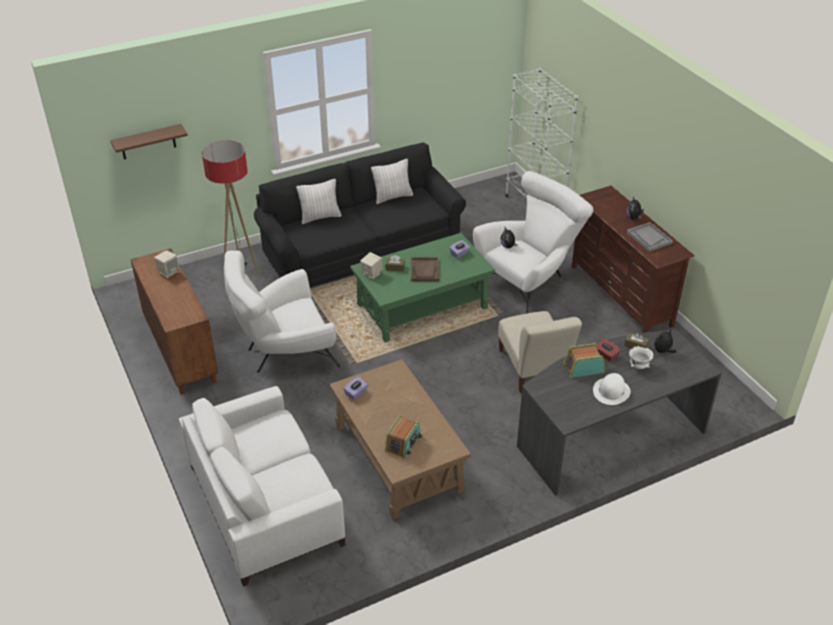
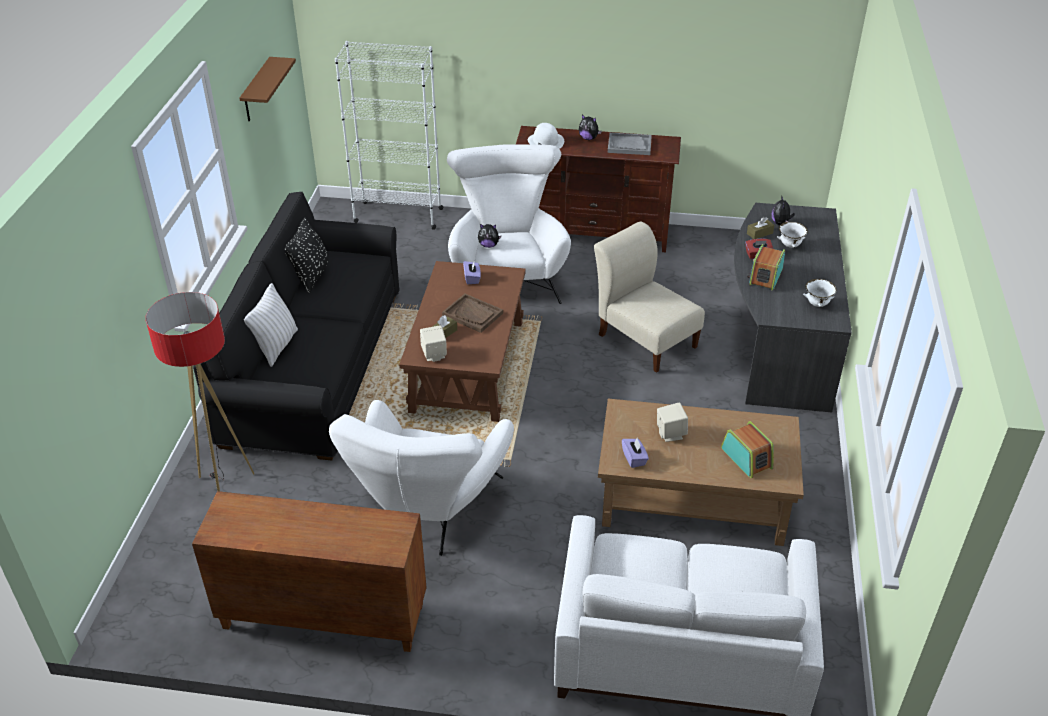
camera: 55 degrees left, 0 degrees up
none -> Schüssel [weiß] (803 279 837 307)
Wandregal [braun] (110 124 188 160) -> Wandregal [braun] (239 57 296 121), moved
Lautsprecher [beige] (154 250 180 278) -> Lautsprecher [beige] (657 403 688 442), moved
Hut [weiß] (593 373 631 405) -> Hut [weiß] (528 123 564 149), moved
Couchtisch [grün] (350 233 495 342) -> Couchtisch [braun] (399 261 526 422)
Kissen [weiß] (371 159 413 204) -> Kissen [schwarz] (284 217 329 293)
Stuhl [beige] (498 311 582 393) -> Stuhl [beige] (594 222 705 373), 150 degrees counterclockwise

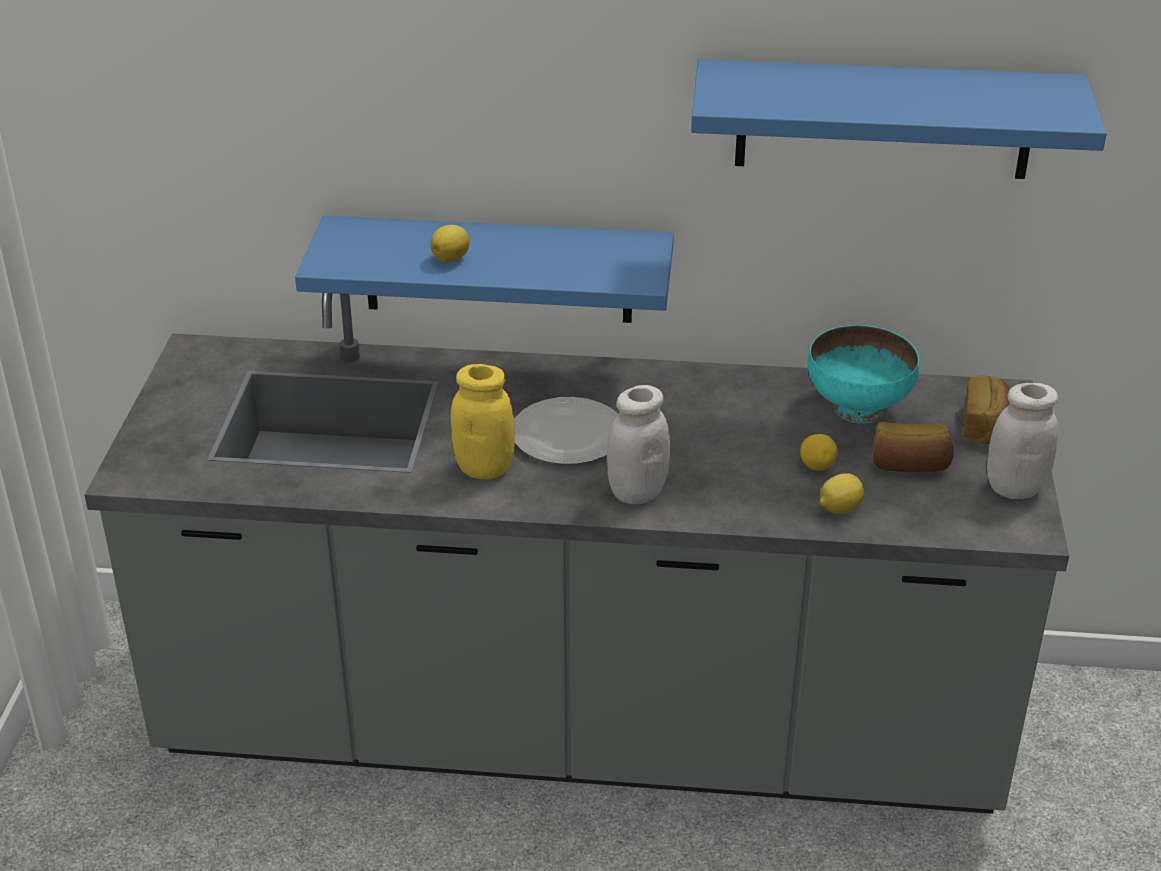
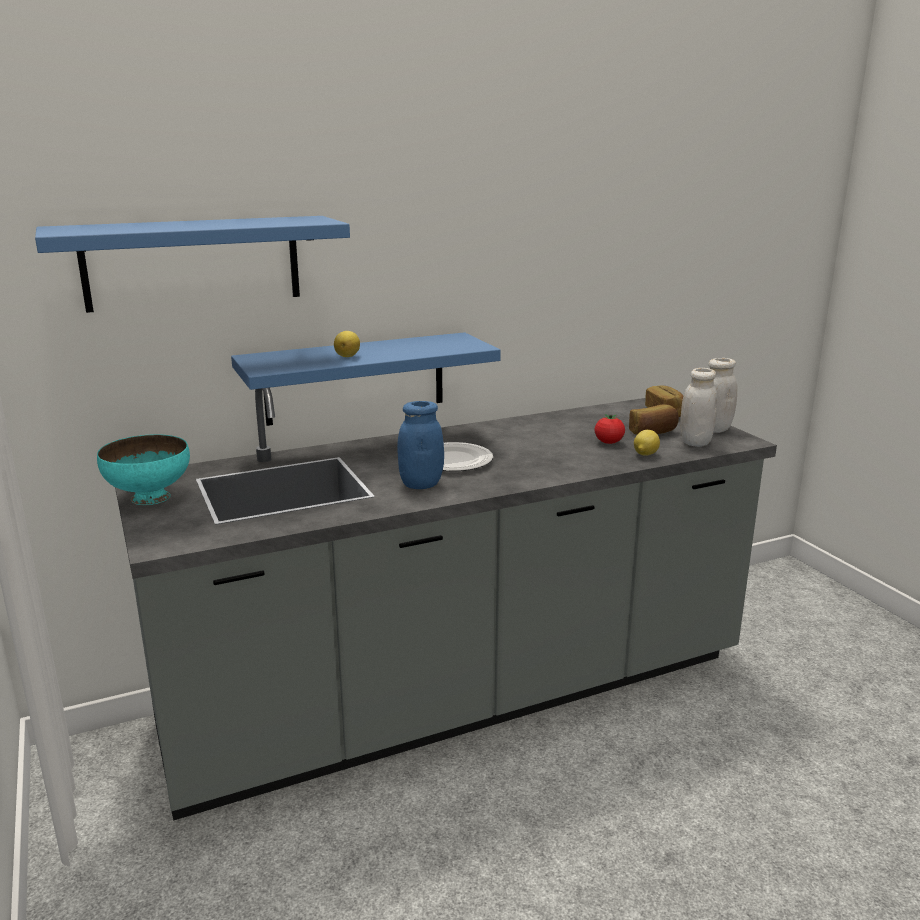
camera: 30 degrees left, 15 degrees down
Vorratsglas [weiß] (607 385 670 504) -> Vorratsglas [weiß] (680 368 717 447), moved
Wandregal [blau] (691 59 1107 179) -> Wandregal [blau] (35 216 350 313), moved
Schüssel [türkis] (808 325 919 423) -> Schüssel [türkis] (97 434 190 505), moved
Zitrone (800 434 838 471) -> Tomate (595 414 625 444)
Vorratsglas [gelb] (451 364 515 479) -> Vorratsglas [blau] (397 401 444 489)

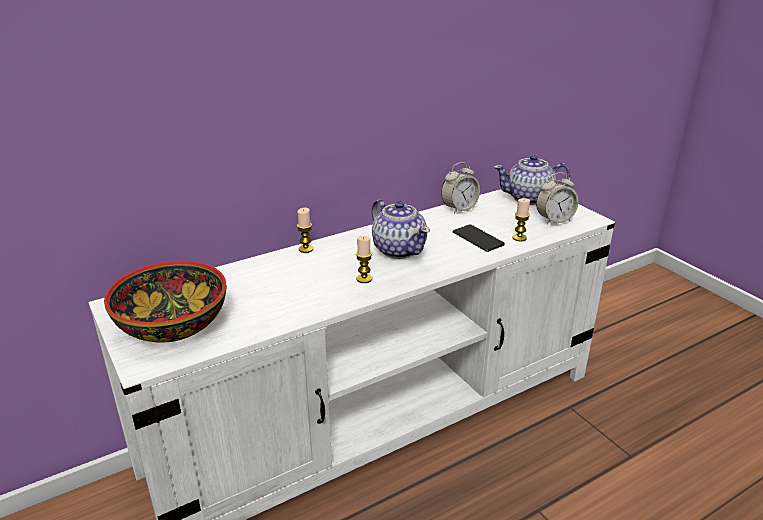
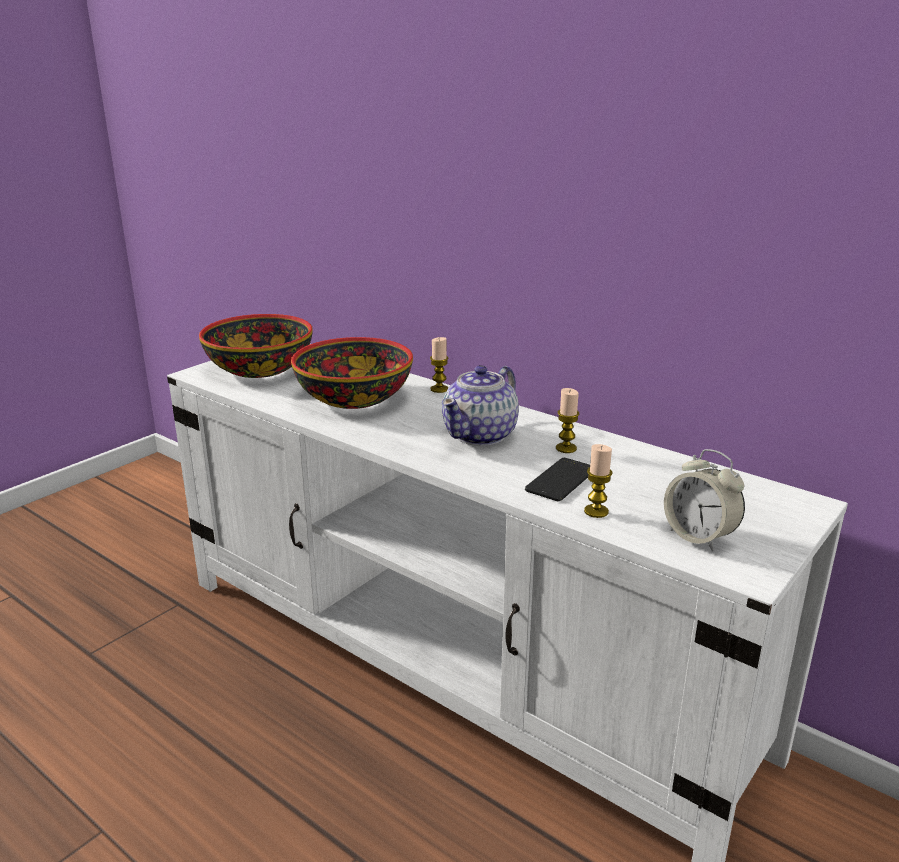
camera: 70 degrees right, 5 degrees down
Wecker (441 162 480 214) -> none
Teekanne (494 155 571 205) -> none
none -> Schüssel (291 337 413 409)
Kerze (356 236 372 283) -> Kerze (556 388 579 453), moved

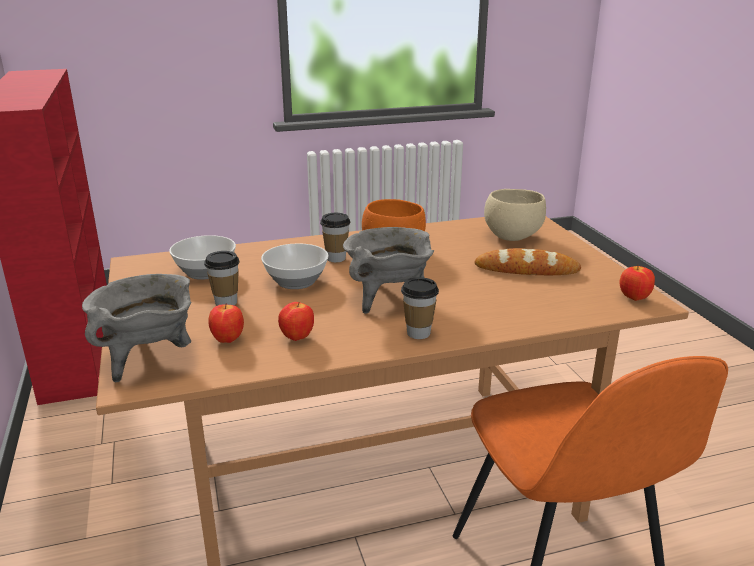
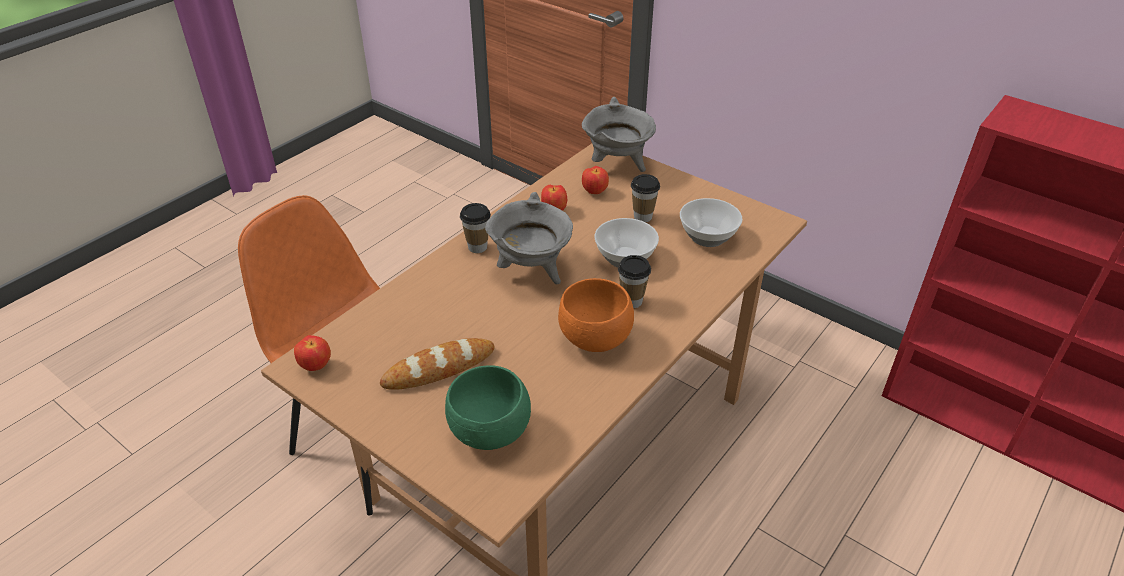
camera: 145 degrees right, 15 degrees up
Schüssel [beige] (484 189 546 241) -> Schüssel [grün] (445 365 531 450)

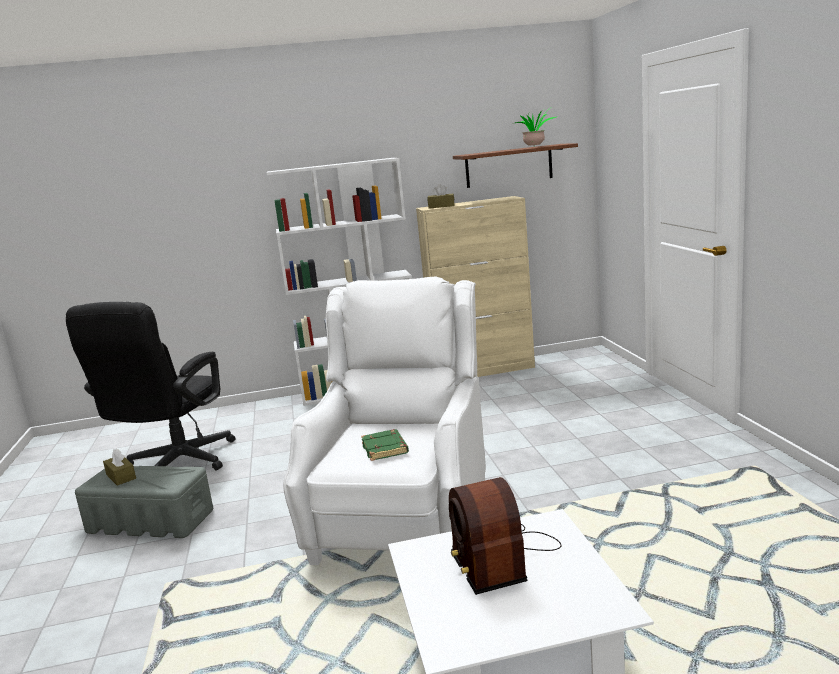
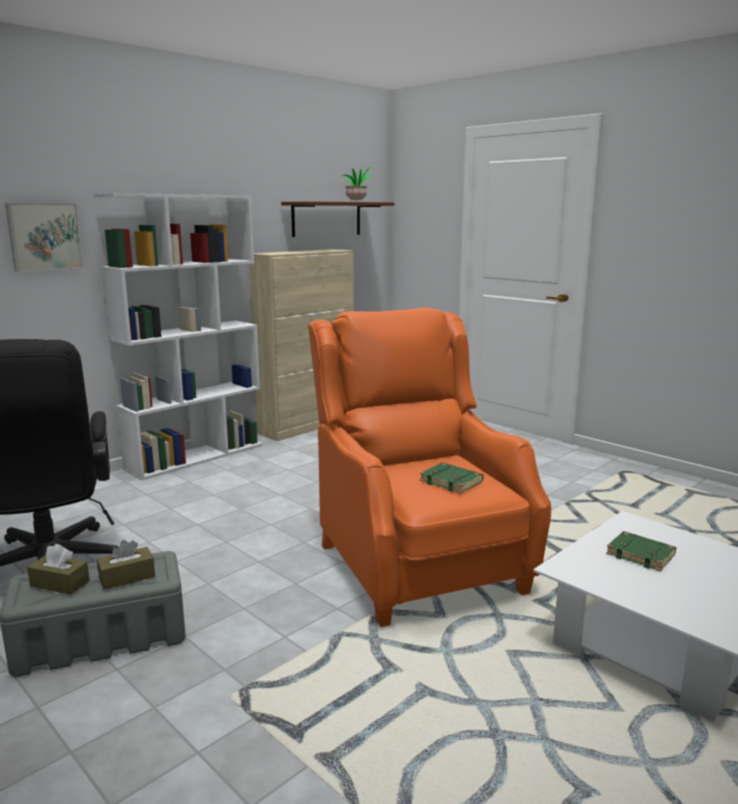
camera: 35 degrees left, 0 degrees up
none -> Bild (5 203 84 272)
Taschentuchbox [braun] (427 184 455 209) -> Taschentuchbox [braun] (97 540 155 590), moved
Radio (449 477 562 595) -> Buch [grün] (606 531 676 571)
Sessel [weiß] (283 276 486 565) -> Sessel [orange] (307 307 551 627)

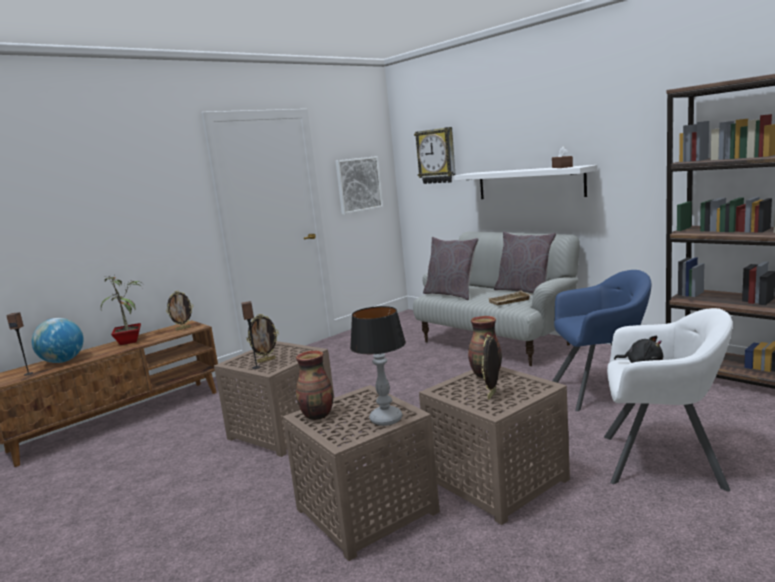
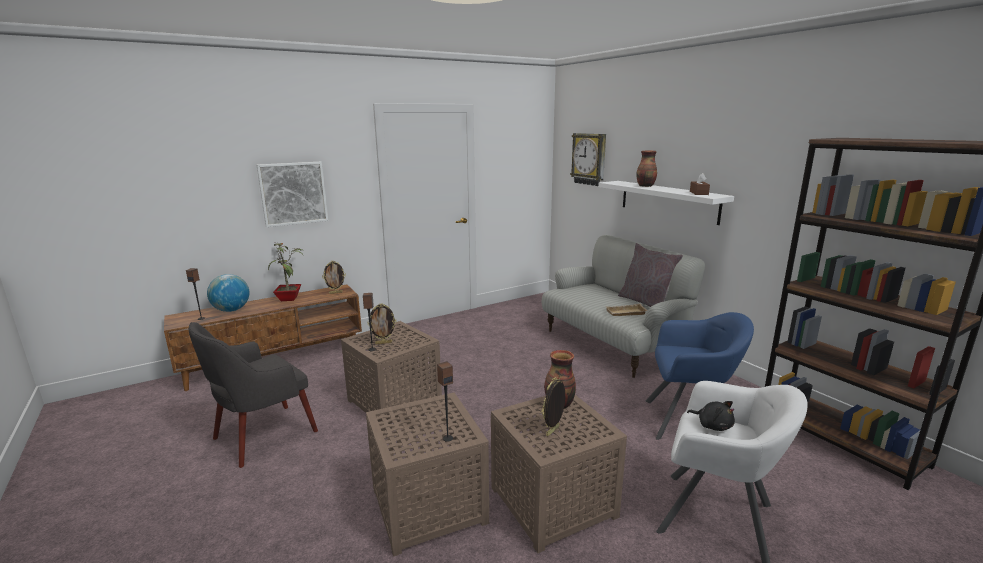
camera: 10 degrees right, 5 degrees up
Kissen [grau] (423 237 479 300) -> none
none -> Sessel [grau] (189 322 318 468)
Vase (296 351 333 420) -> Vase (636 151 657 187), moved
Bild (336 156 383 214) -> Bild (257 162 328 227), moved
Tischlampe (350 306 406 426) -> Lautsprecher (437 361 453 442)

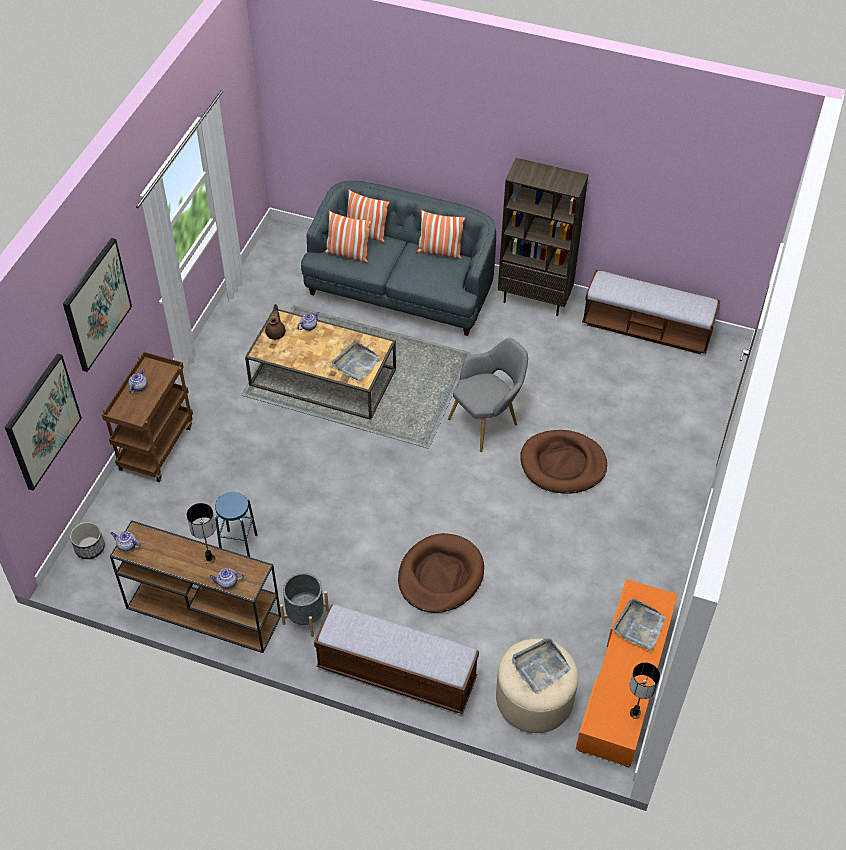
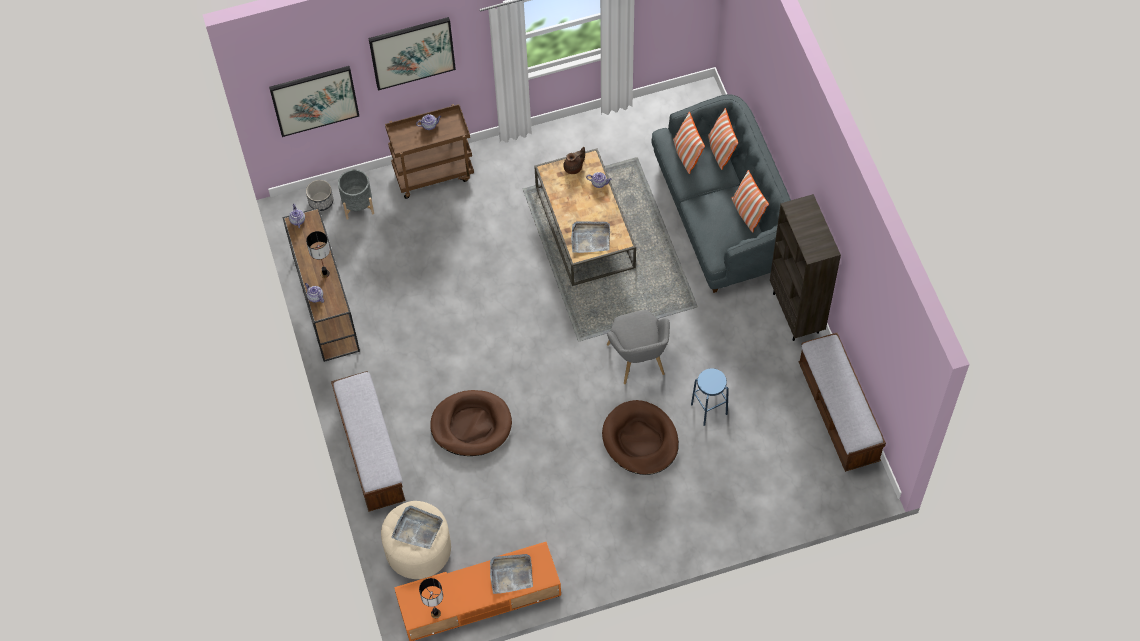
camera: 55 degrees right, 10 degrees up
Hocker [blau] (215 492 258 557) -> Hocker [blau] (691 368 729 426), moved
Pflanzkübel [grau] (280 573 329 637) -> Pflanzkübel [grau] (338 169 374 220), moved
Sessel [grau] (448 338 528 452) -> Sessel [grau] (607 310 670 384), 60 degrees clockwise

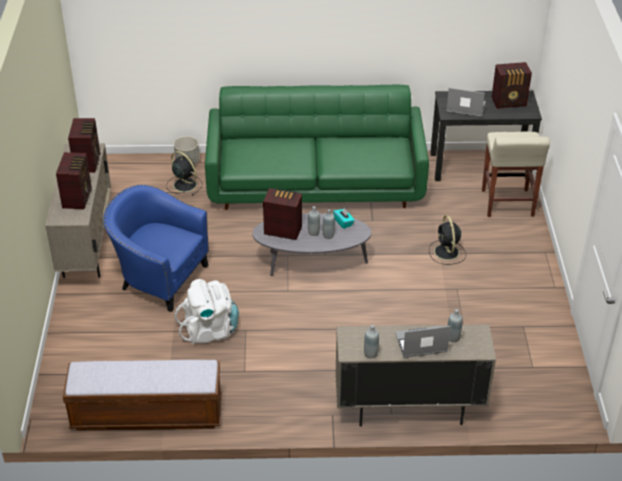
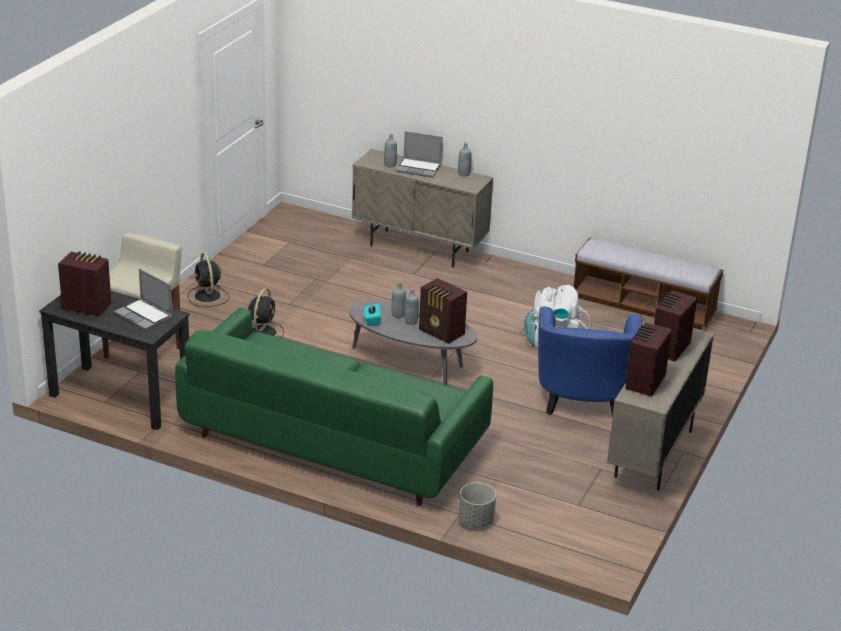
camera: 155 degrees left, 10 degrees down
Ventilator [schwarz] (166 151 202 195) -> Ventilator [schwarz] (188 253 229 307), moved
Sessel [blau] (103 184 209 312) -> Sessel [blau] (538 306 642 417), 45 degrees clockwise

